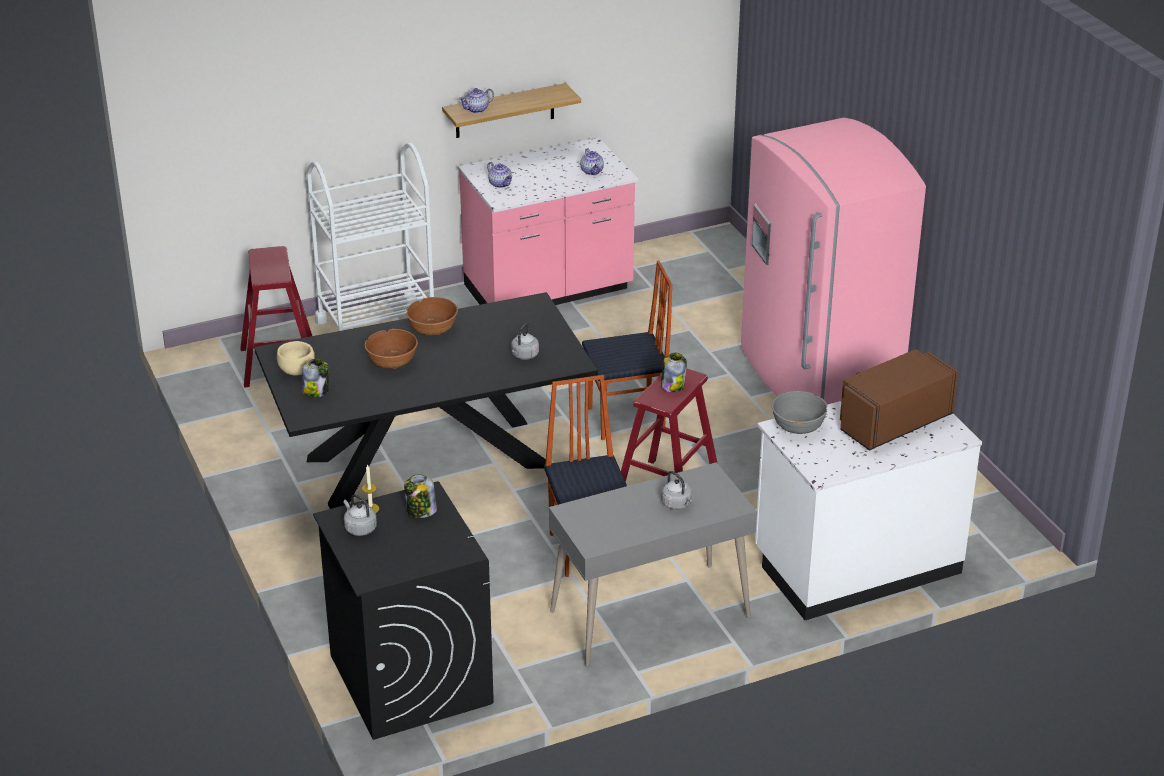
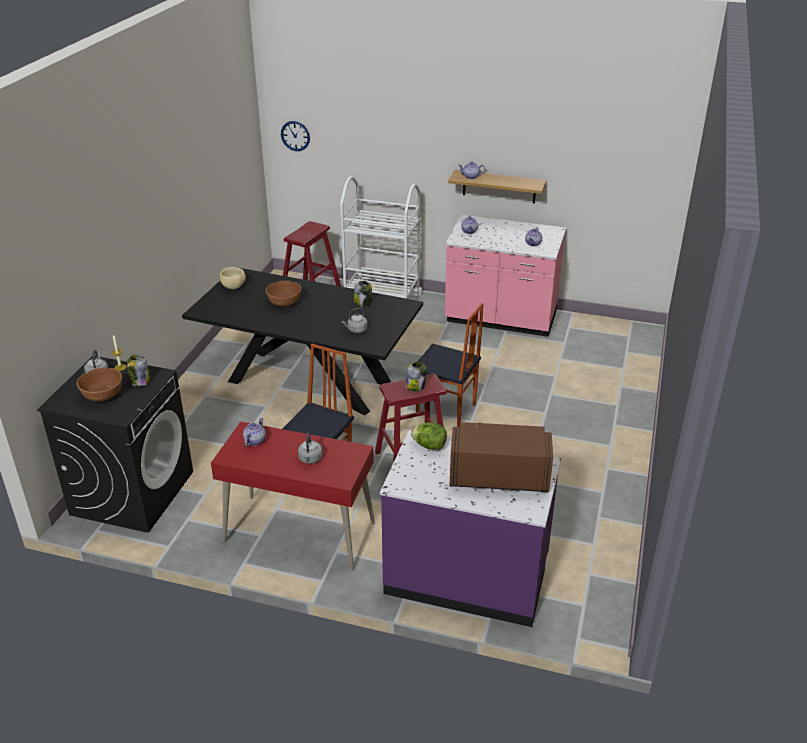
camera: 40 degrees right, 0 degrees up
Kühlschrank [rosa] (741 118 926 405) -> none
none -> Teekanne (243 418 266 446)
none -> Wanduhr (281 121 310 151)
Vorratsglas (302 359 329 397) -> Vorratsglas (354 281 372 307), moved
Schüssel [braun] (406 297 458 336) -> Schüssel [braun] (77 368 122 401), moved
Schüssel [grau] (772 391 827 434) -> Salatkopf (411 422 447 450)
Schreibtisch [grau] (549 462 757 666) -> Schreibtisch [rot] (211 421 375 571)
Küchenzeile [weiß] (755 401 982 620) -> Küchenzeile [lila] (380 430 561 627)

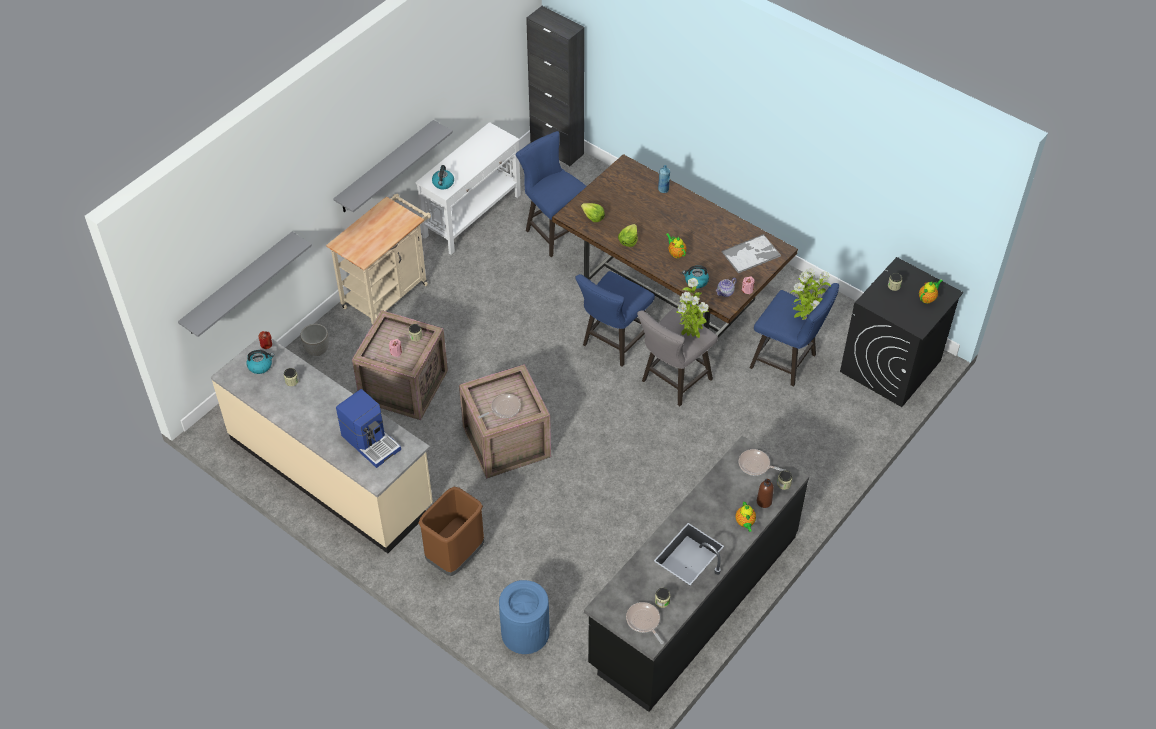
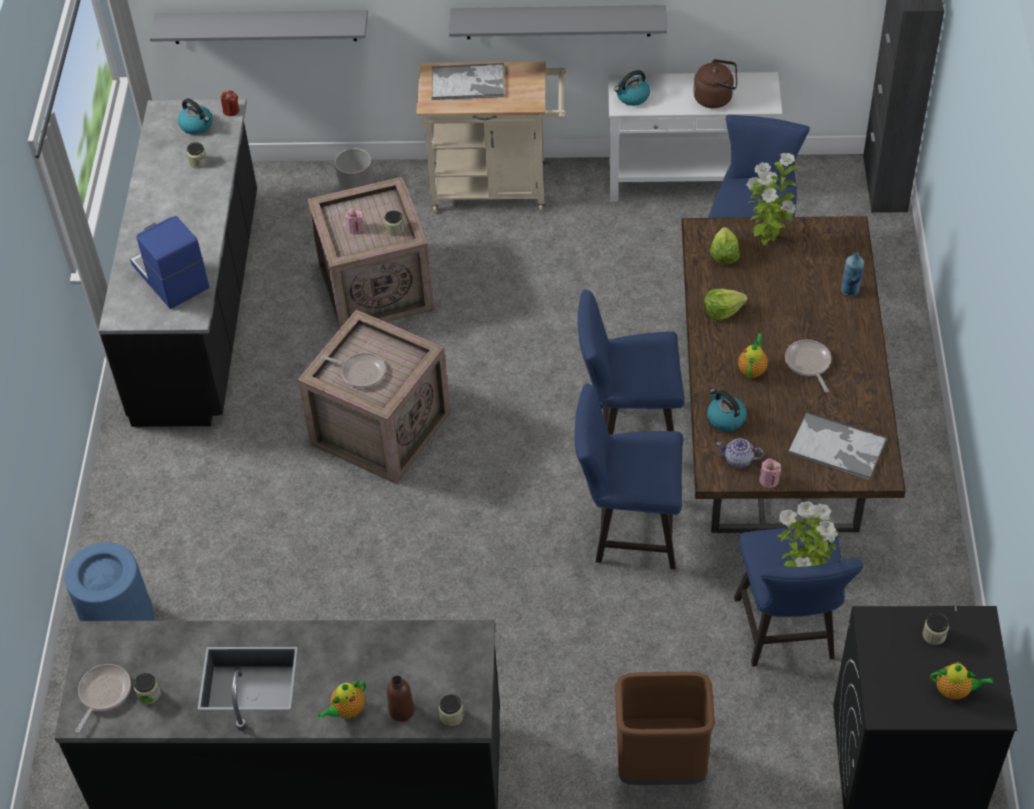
camera: 55 degrees right, 0 degrees up
none -> Tablett (432 63 504 100)
none -> Wasserkessel [braun] (693 59 737 108)
Mülleimer [braun] (418 487 484 576) -> Mülleimer [braun] (615 672 715 785), moved
Topfpflanze (676 278 709 338) -> Topfpflanze (746 153 799 245), moved
Pfanne (739 449 785 476) -> Pfanne (785 340 831 392), moved
Küchenzeile [beige] (211 338 433 553) -> Küchenzeile [schwarz] (98 99 257 427)
Hocker [grau] (637 308 718 406) -> Hocker [blau] (574 383 683 569)
Kaffeemaschine (336 389 401 468) -> Kaffeemaschine (130 216 210 309), 135 degrees clockwise

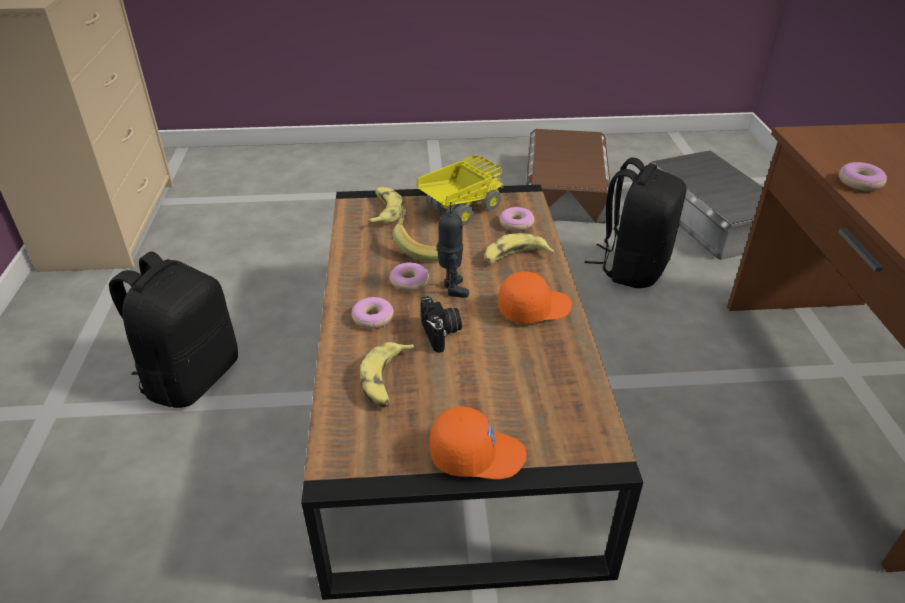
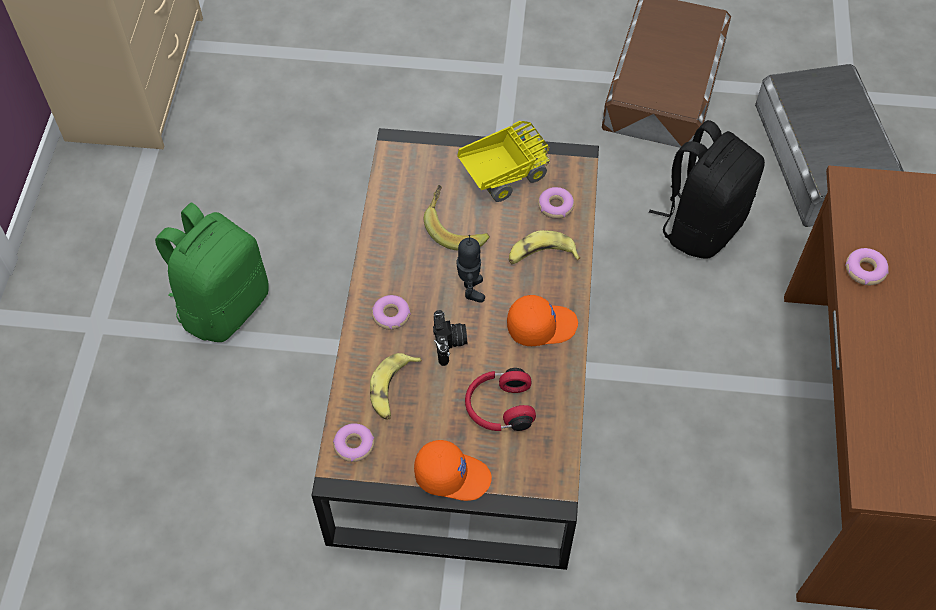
camera: 10 degrees right, 20 degrees up
Banane (367 187 403 224) -> none
none -> Kopfhörer [rot] (465 368 536 431)
Donut (389 262 429 291) -> Donut (333 423 374 462), moved
Rucksack [schwarz] (109 251 238 408) -> Rucksack [grün] (155 202 269 342)

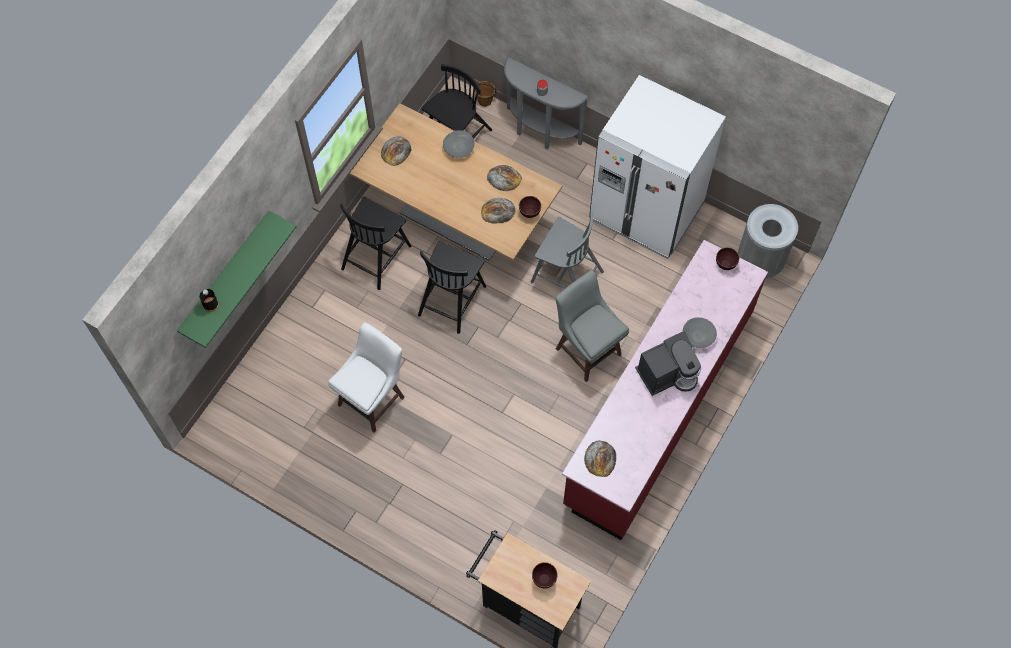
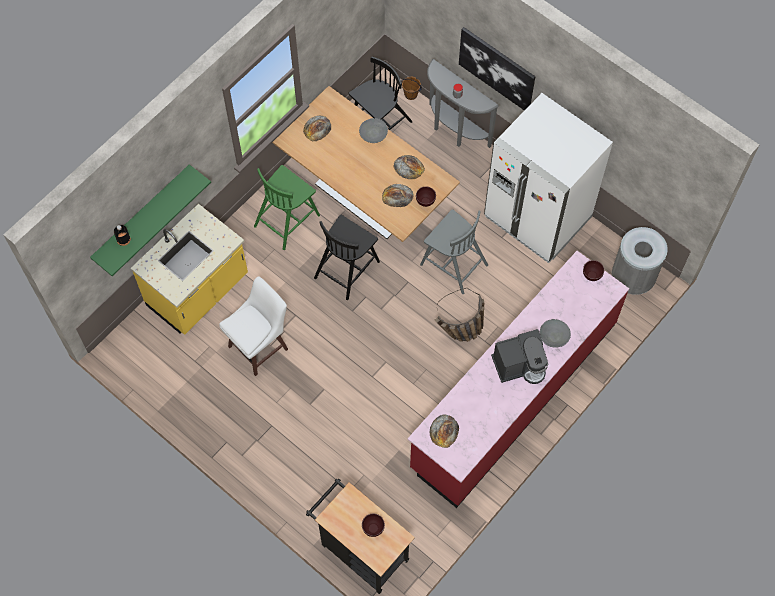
camera: 10 degrees right, 0 degrees up
none -> Küchenzeile [gelb] (131 204 248 335)
none -> Bild (459 27 535 111)
Hocker [grau] (556 271 629 382) -> Korb (435 288 484 342)
Stuhl [schwarz] (340 197 411 290) -> Stuhl [grün] (254 165 320 250)

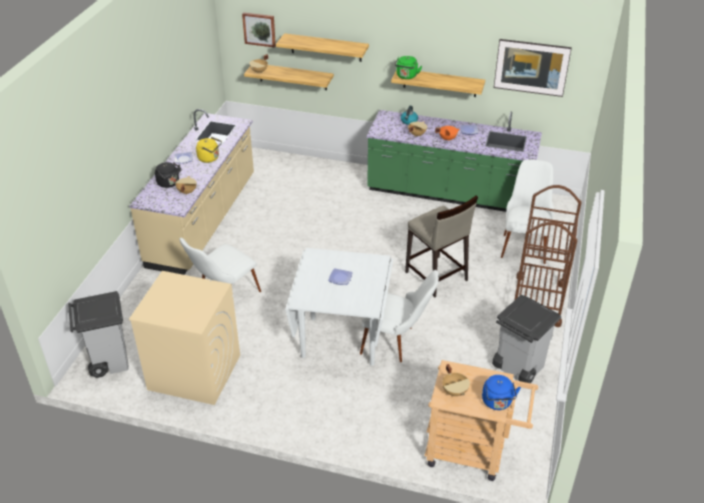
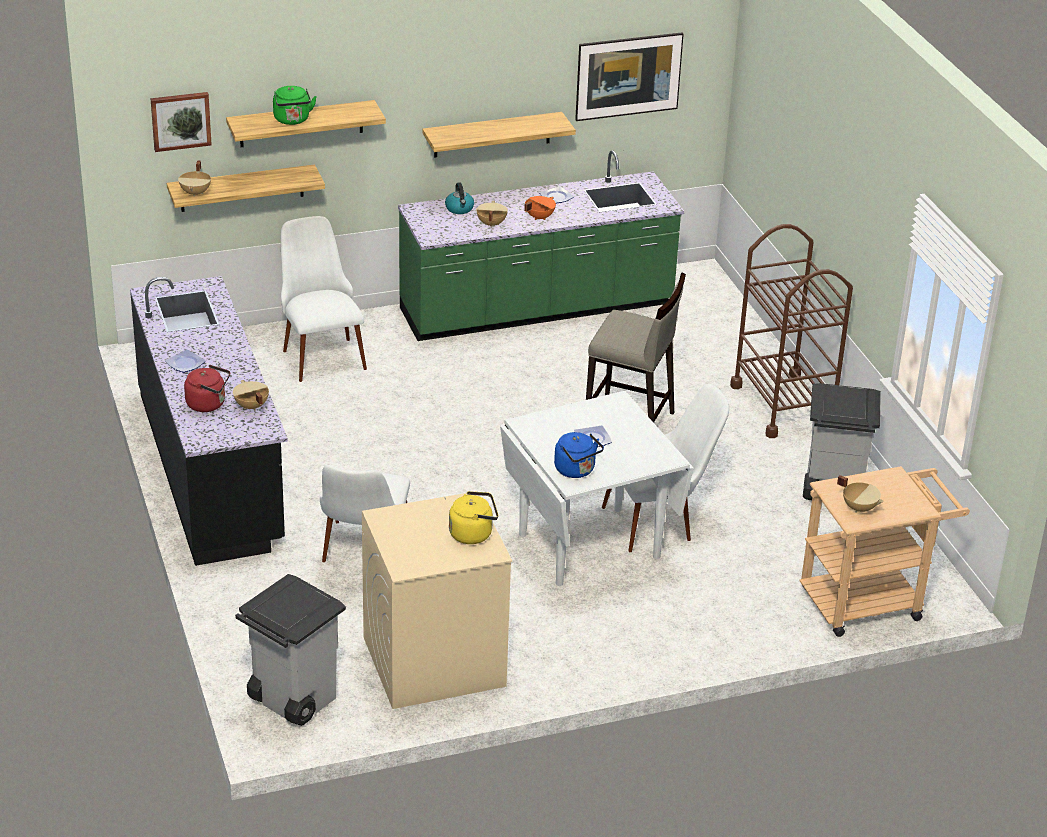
camera: 35 degrees left, 5 degrees down
Wasserkessel [gelb] (196 137 222 163) -> Wasserkessel [gelb] (449 491 498 544), moved
Wasserkessel [grün] (395 56 422 79) -> Wasserkessel [grün] (273 86 317 125), moved
Wasserkessel [blau] (482 375 521 410) -> Wasserkessel [blau] (554 432 604 478), moved
Stuhl [weiß] (501 159 554 264) -> Stuhl [weiß] (281 216 367 382), moved
Küchenzeile [beige] (130 109 254 275) -> Küchenzeile [schwarz] (130 276 288 566)
Wasserkessel [schwarz] (155 162 182 188) -> Wasserkessel [rot] (184 365 230 412)

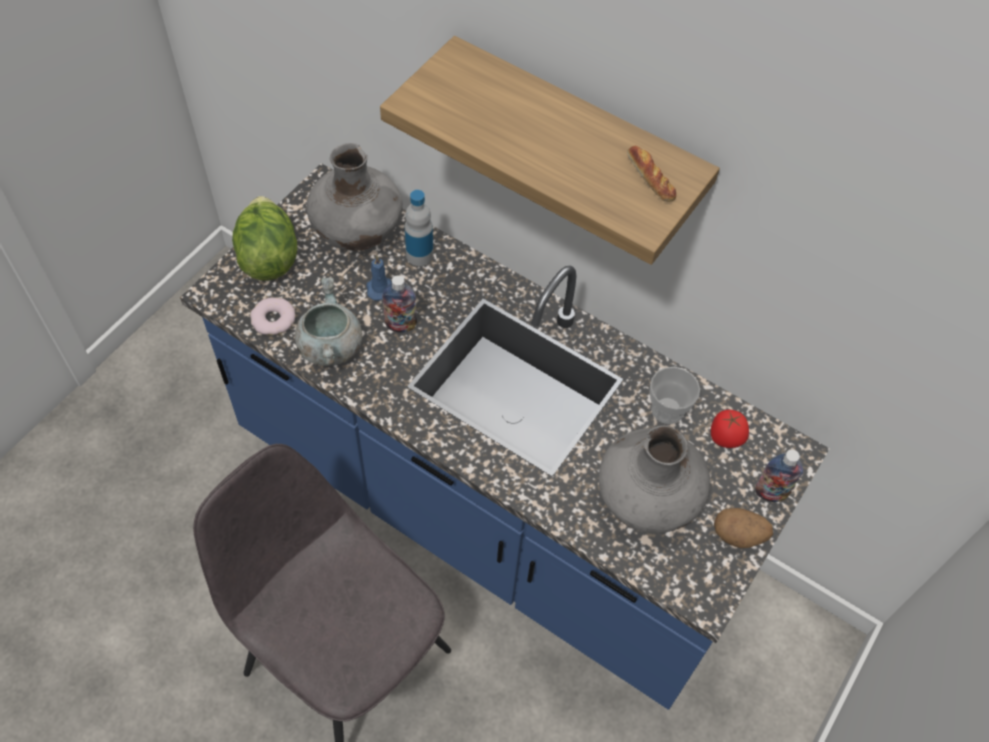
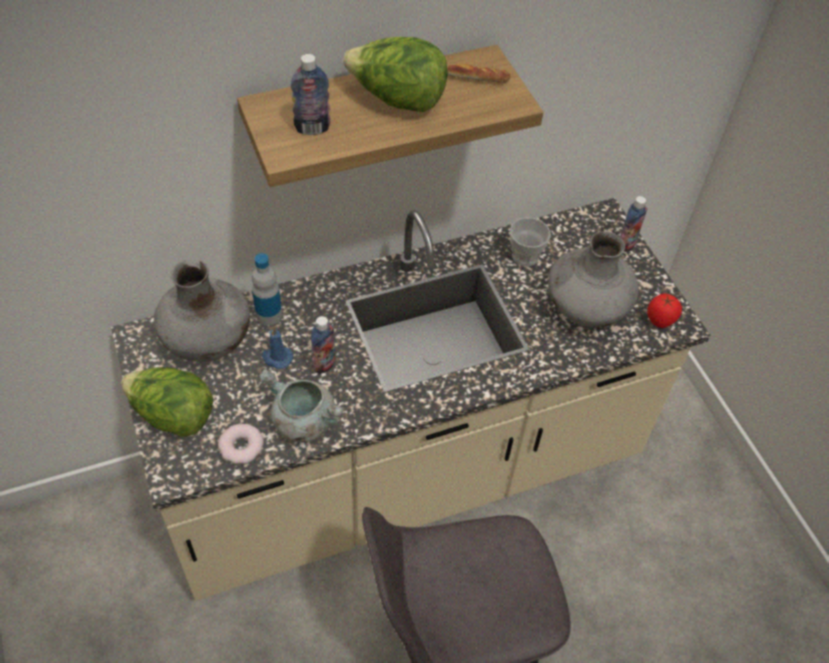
camera: 55 degrees left, 5 degrees down
Kartoffel (714 508 773 548) -> none
none -> Flasche (291 54 331 135)
none -> Salatkopf (343 37 447 112)
Tomate (711 410 749 448) -> Tomate (647 294 682 328), moved
Küchenzeile [blau] (180 163 830 710) -> Küchenzeile [beige] (111 198 711 601)

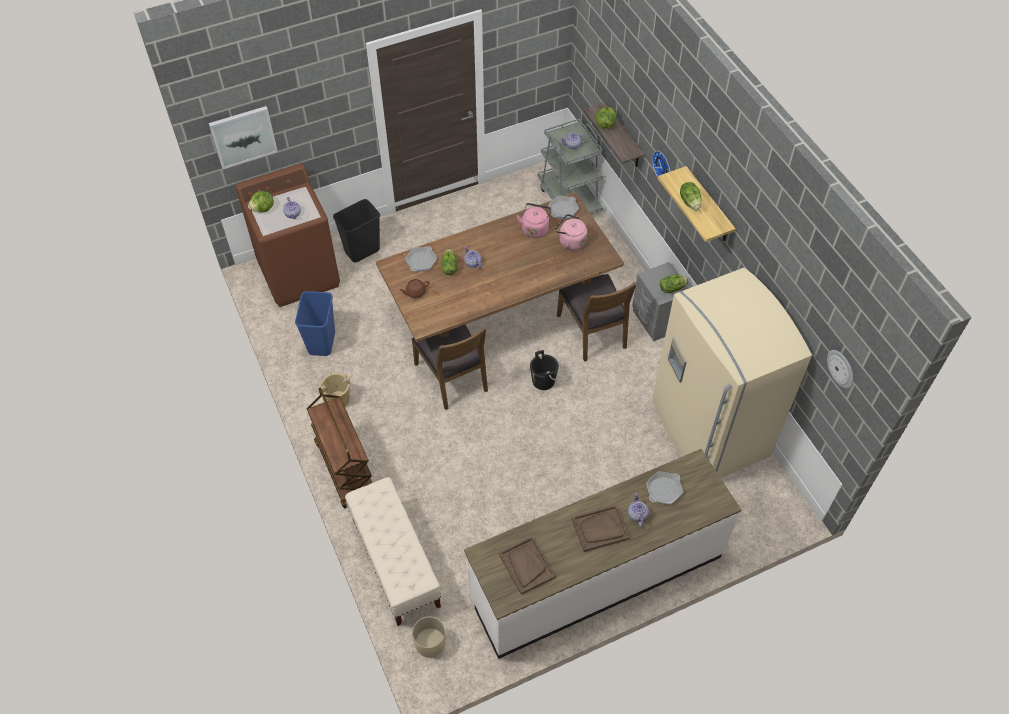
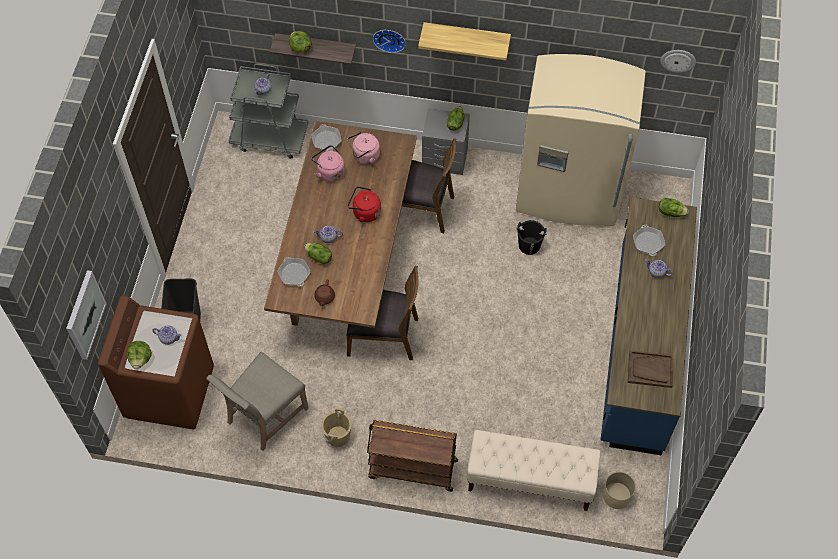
camera: 55 degrees left, 5 degrees up
Tablett [braun] (572 505 630 552) -> none
none -> Wasserkessel [rot] (348 186 381 222)
Eimer [schwarz] (530 350 559 390) -> Eimer [schwarz] (516 220 547 255), moved
Salatkopf (680 182 701 210) -> Salatkopf (659 198 689 217), moved
Mülleimer [blau] (295 291 335 356) -> Stuhl [beige] (206 351 309 451)
Küchenzeile [weiß] (464 449 741 659) -> Küchenzeile [blau] (601 197 697 455)

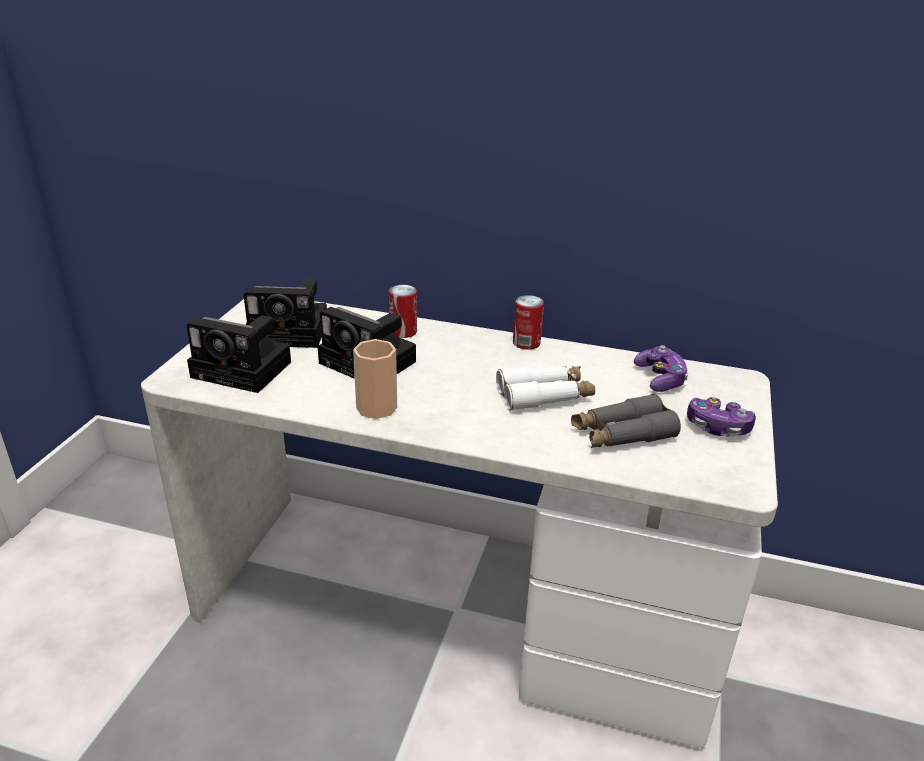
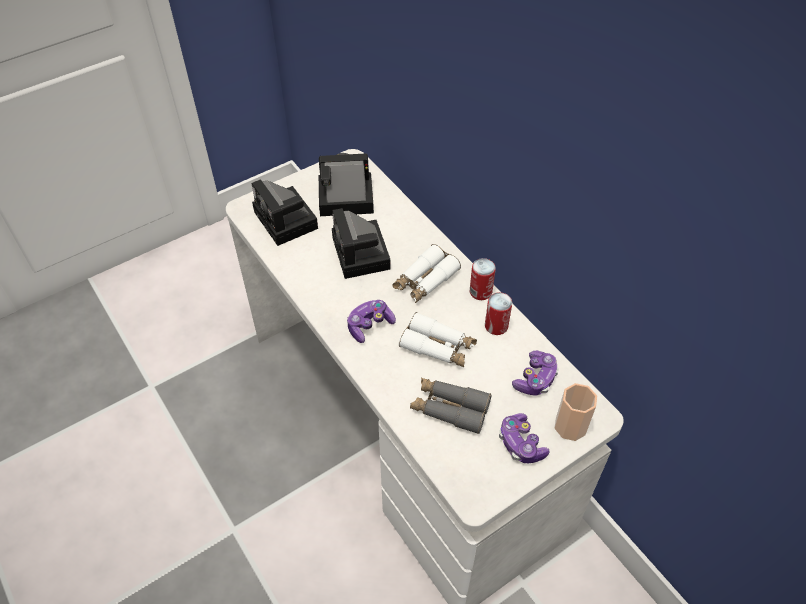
camera: 40 degrees right, 20 degrees up
none -> Gamepad (347 300 396 343)
none -> Fernglas [weiß] (393 244 461 303)
Tasse (353 339 397 419) -> Tasse (555 383 597 441), moved
Dose (389 285 417 338) -> Dose (485 292 512 335), moved
Kamera (243 279 327 348) -> Kamera (319 153 374 216), 135 degrees clockwise

